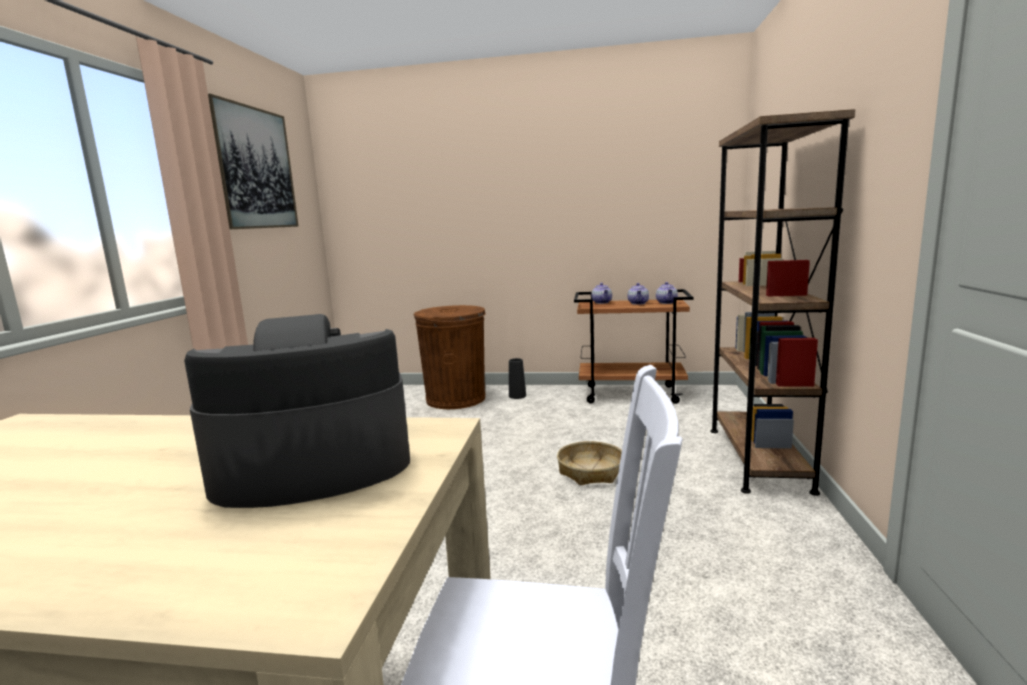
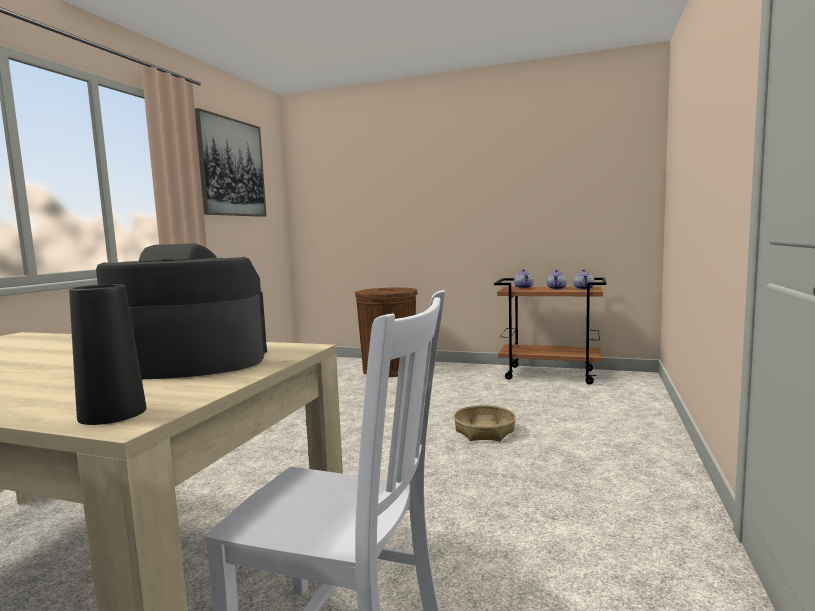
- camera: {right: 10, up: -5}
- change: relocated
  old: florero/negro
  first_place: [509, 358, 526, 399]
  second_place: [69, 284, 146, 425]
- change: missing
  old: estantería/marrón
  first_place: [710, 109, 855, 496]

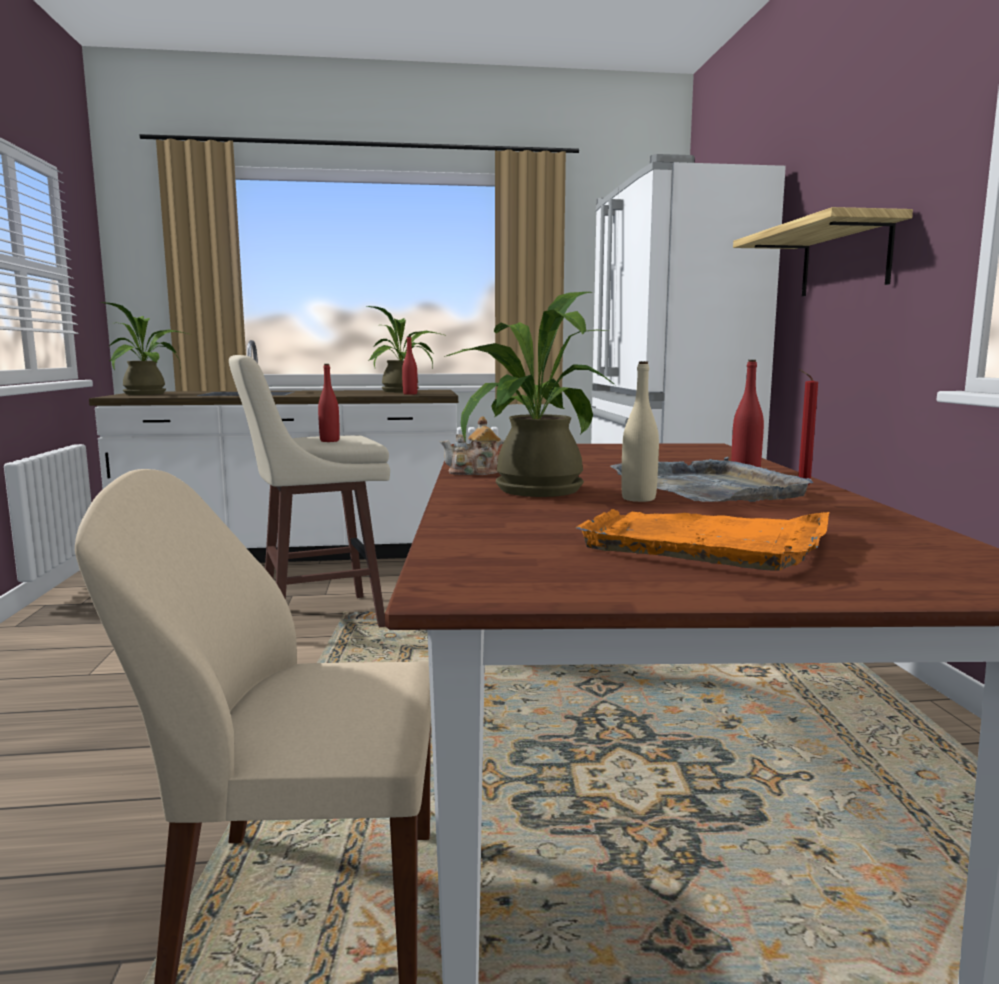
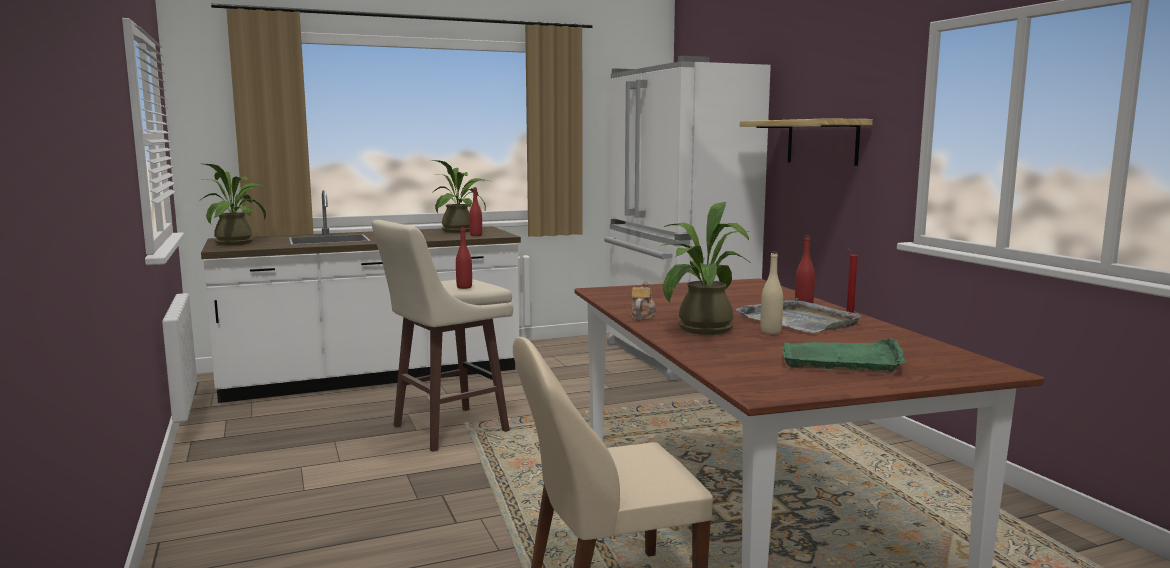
- camera: {right: -15, up: 0}
- change: spun
  old: tetera
  first_place: [440, 416, 505, 475]
  second_place: [629, 281, 656, 320]
  degrees: 135
- change: colour
  old: bandeja/naranja
  new: bandeja/verde
  first_place: [575, 509, 829, 571]
  second_place: [783, 338, 905, 373]

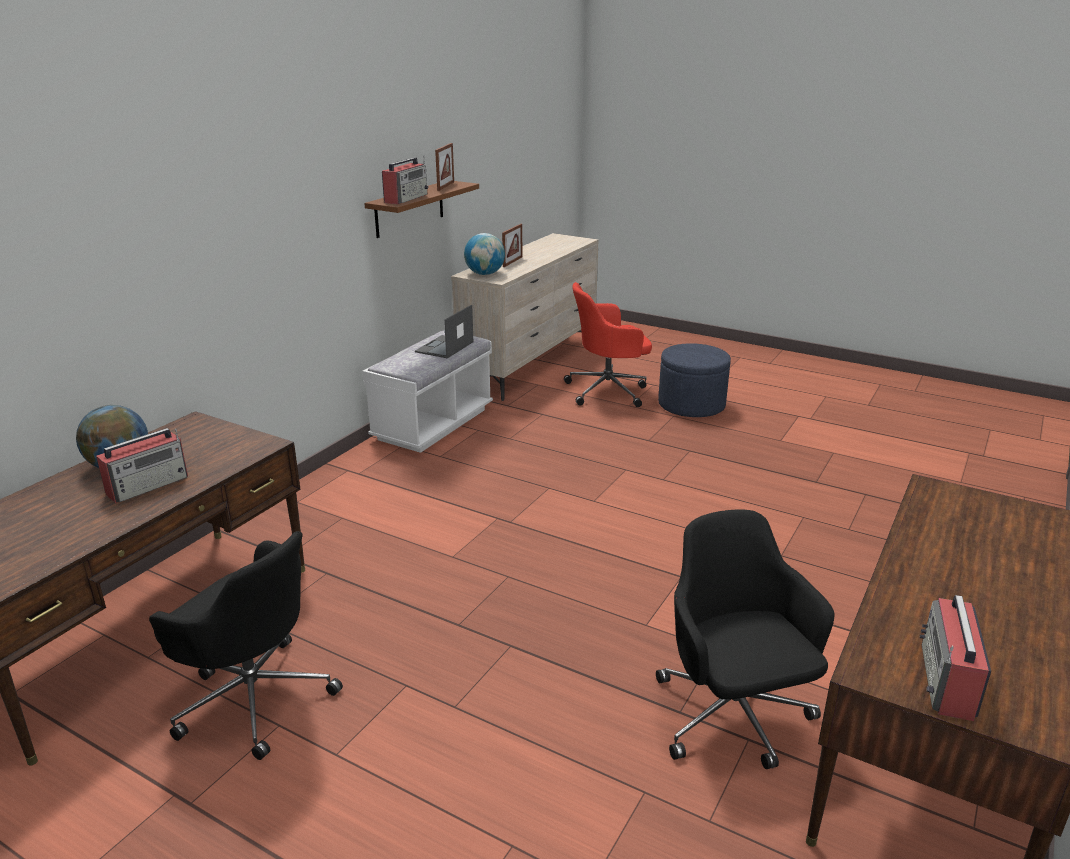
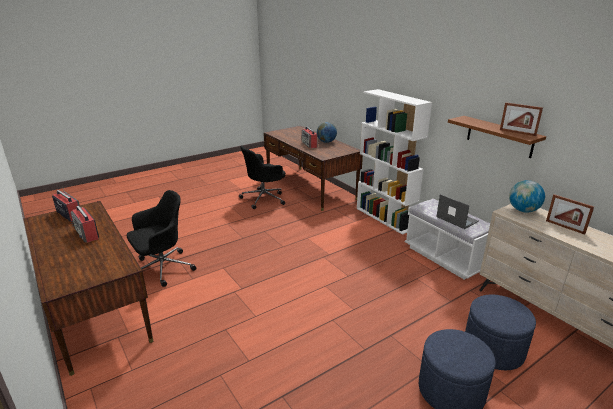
- camera: {right: 115, up: 0}
- change: relocated
  old: radio
  first_place: [382, 155, 428, 205]
  second_place: [71, 206, 99, 243]
- change: exchanged
  old: silla de oficina/rojo
  new: puf/azul
  first_place: [564, 282, 652, 407]
  second_place: [465, 294, 536, 370]
- change: spun
  old: silla de oficina/negro
  first_place: [656, 509, 834, 769]
  second_place: [127, 190, 196, 287]
  degrees: -45
- change: appeared
  new: estantería/blanco
  second_place: [357, 89, 432, 235]

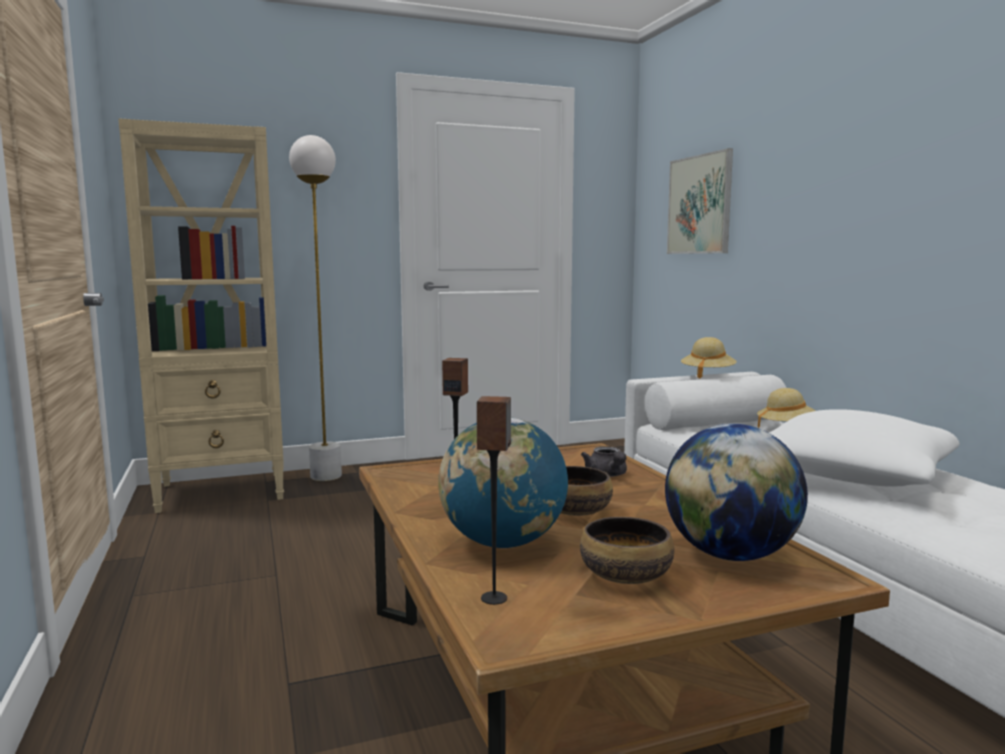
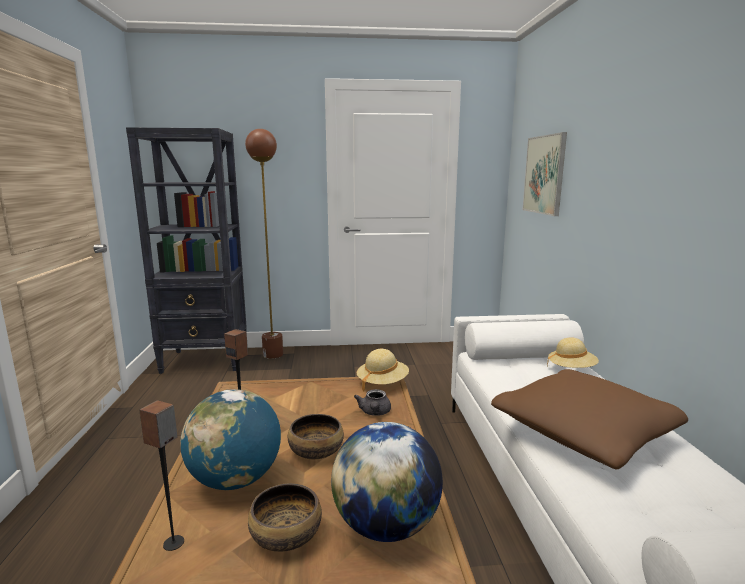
- camera: {right: 15, up: 5}
- change: colour
  old: estantería/beis
  new: estantería/negro
  first_place: [118, 118, 284, 513]
  second_place: [126, 127, 247, 374]
- change: colour
  old: lámpara de pie/blanco
  new: lámpara de pie/marrón
  first_place: [289, 135, 342, 481]
  second_place: [245, 129, 283, 359]
- change: relocated
  old: sombrero/beis
  first_place: [681, 337, 737, 379]
  second_place: [357, 349, 409, 391]
- change: colour
  old: cojín/blanco
  new: cojín/marrón
  first_place: [769, 409, 959, 487]
  second_place: [491, 369, 688, 469]

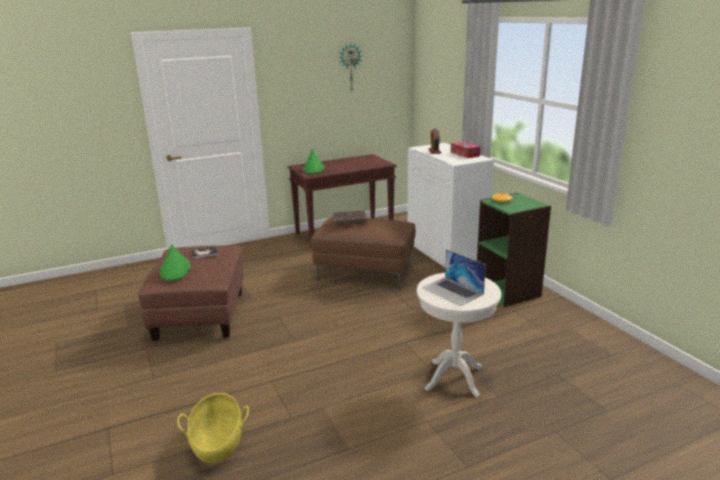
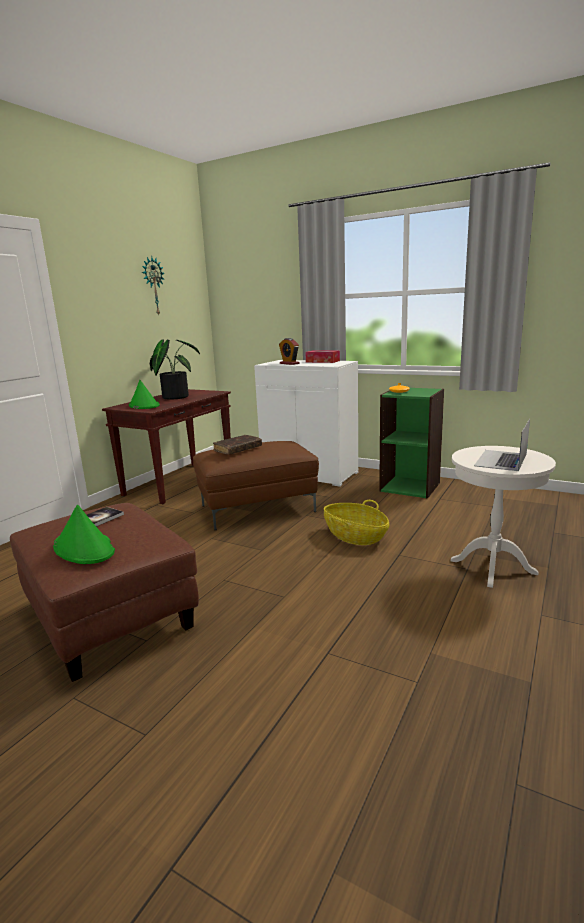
- camera: {right: -35, up: -5}
- change: relocated
  old: cesta
  first_place: [177, 393, 249, 463]
  second_place: [324, 500, 389, 545]
- change: spun
  old: portátil
  first_place: [422, 249, 486, 306]
  second_place: [474, 419, 530, 471]
  degrees: 105
- change: appeared
  new: planta en maceta
  second_place: [150, 339, 200, 400]

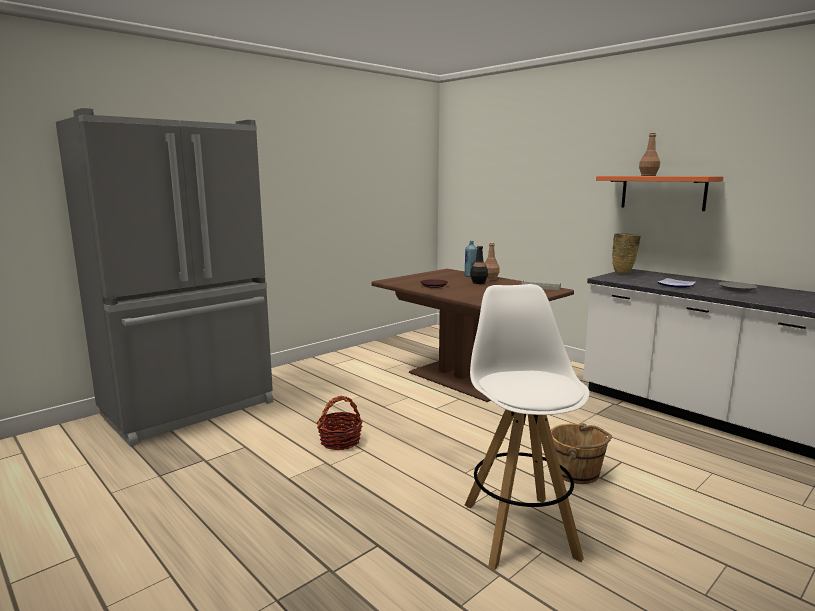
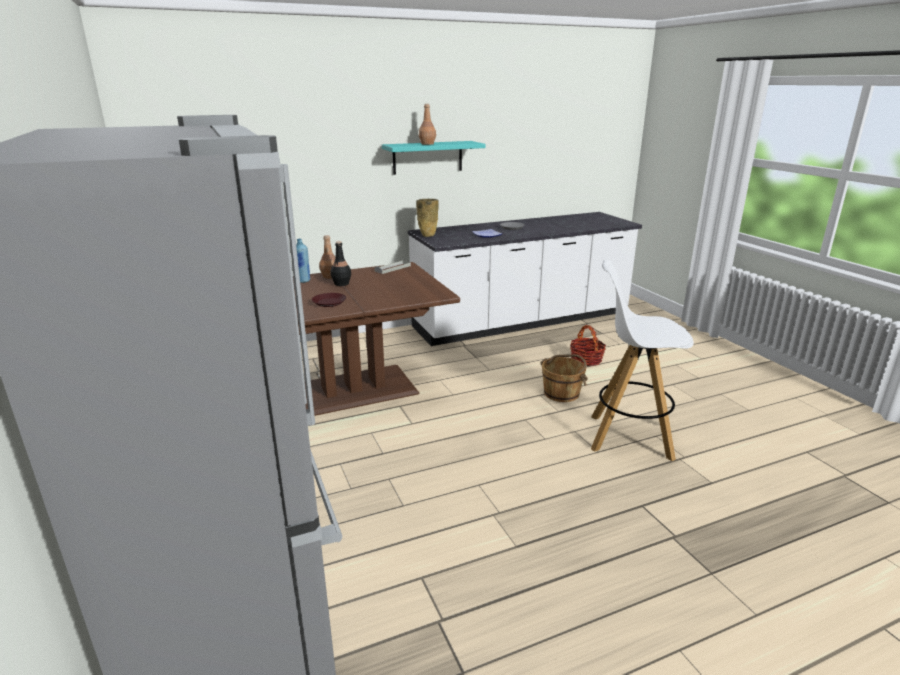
- camera: {right: -70, up: 10}
- change: relocated
  old: cesta
  first_place: [316, 396, 363, 450]
  second_place: [570, 325, 606, 366]
- change: colour
  old: estante/naranja
  new: estante/turquesa
  first_place: [596, 176, 723, 211]
  second_place: [382, 141, 486, 175]

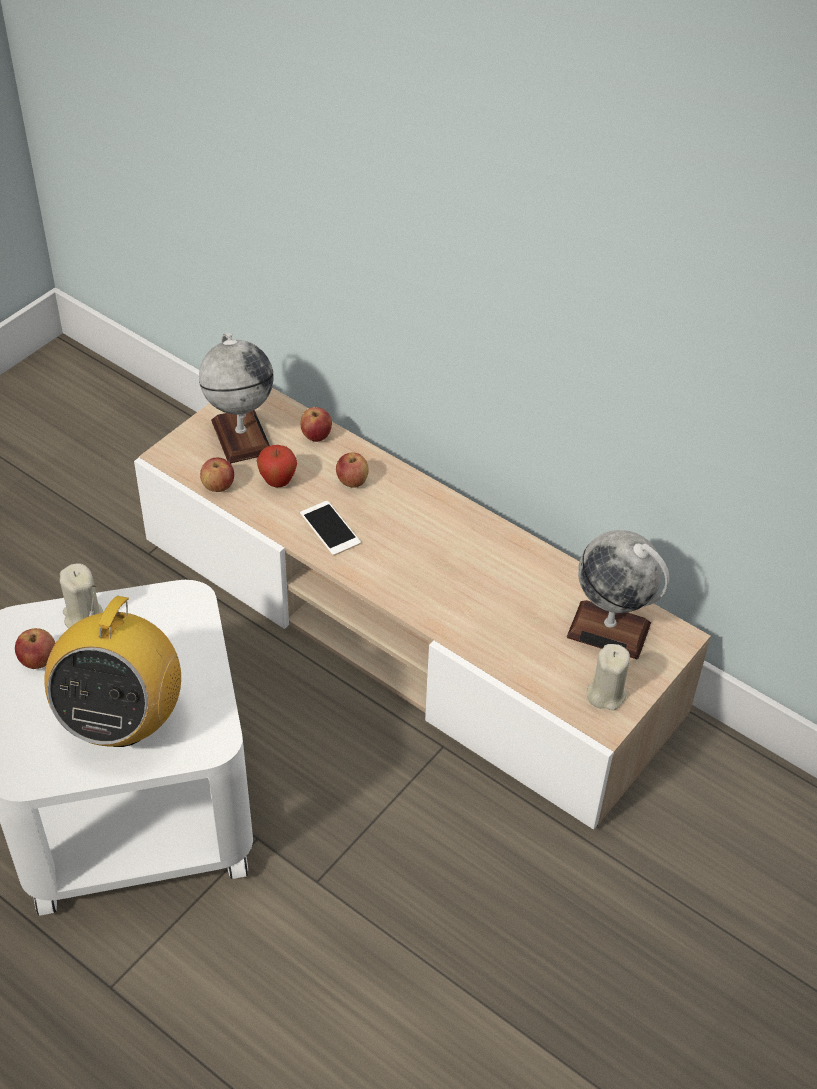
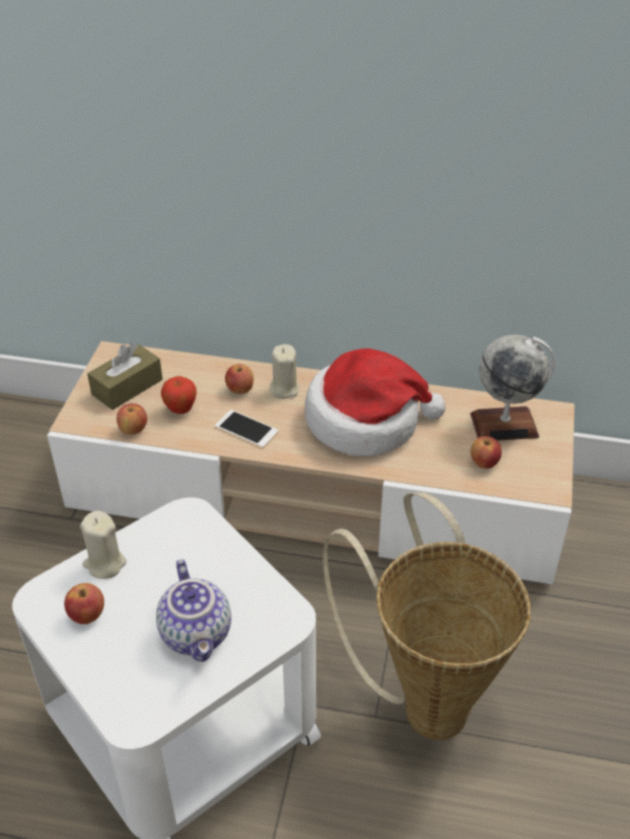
- camera: {right: -25, up: -5}
- change: exchanged
  old: radio
  new: tetera
  first_place: [44, 586, 181, 747]
  second_place: [156, 559, 231, 662]
- change: exchanged
  old: globo terráqueo
  new: caja de pañuelos/marrón
  first_place: [199, 333, 274, 464]
  second_place: [87, 343, 163, 410]
- change: relocated
  old: manzana
  first_place: [301, 407, 332, 442]
  second_place: [470, 436, 502, 469]
- change: relocated
  old: vela/beis
  first_place: [587, 644, 630, 710]
  second_place: [270, 344, 299, 399]
- change: appeared
  new: sombrero
  second_place: [305, 348, 446, 456]
- change: appeared
  new: cesta
  second_place: [323, 492, 531, 740]

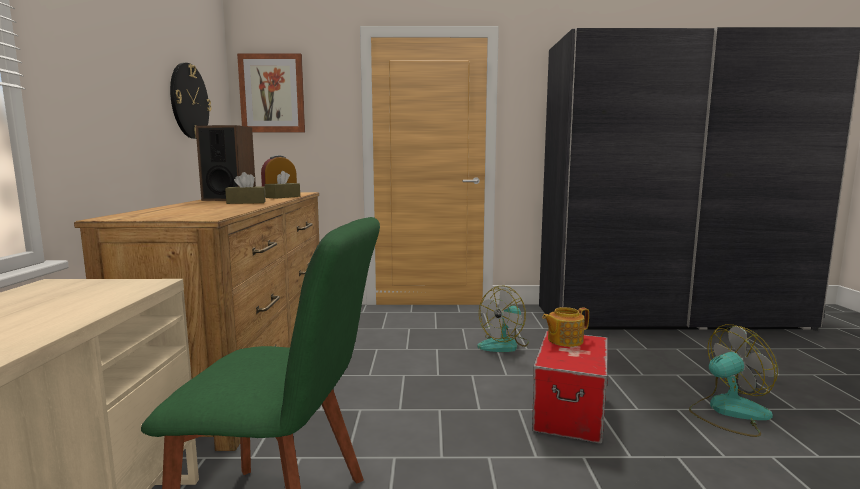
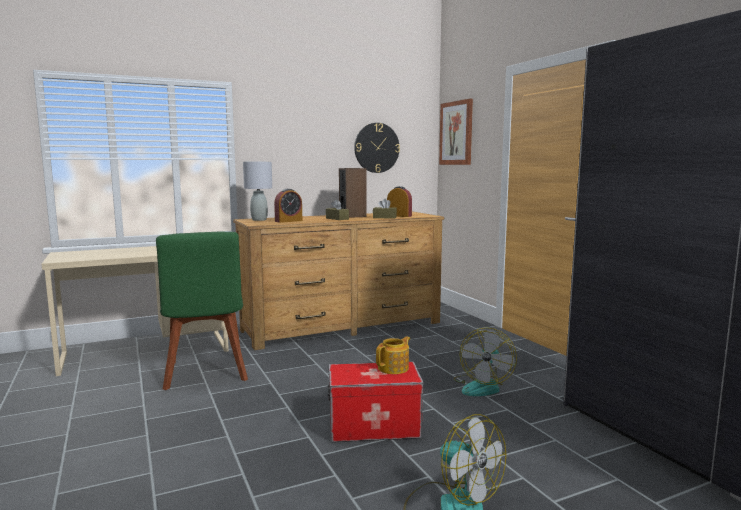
- camera: {right: 65, up: 0}
- change: spun
  old: ventilador
  first_place: [477, 286, 529, 352]
  second_place: [454, 328, 517, 396]
  degrees: -90
- change: spun
  old: tetera
  first_place: [542, 307, 589, 347]
  second_place: [376, 336, 410, 374]
  degrees: 90
- change: appeared
  new: lámpara de mesa/gris
  second_place: [243, 162, 272, 221]
- change: appeared
  new: despertador
  second_place: [274, 189, 302, 223]

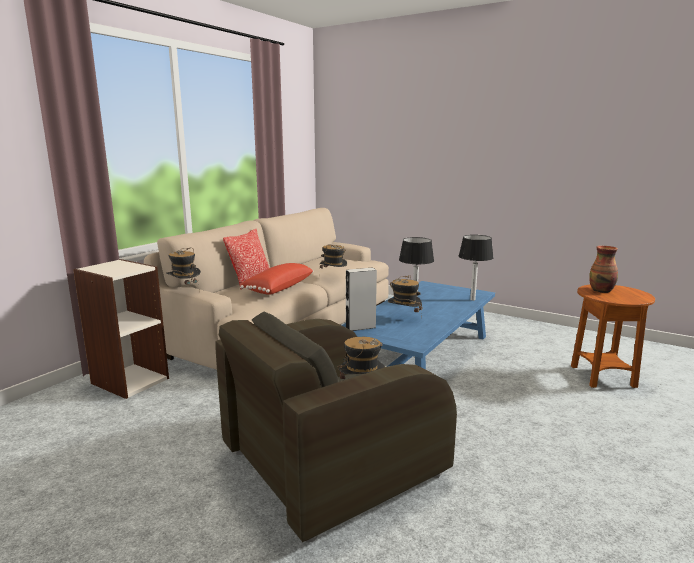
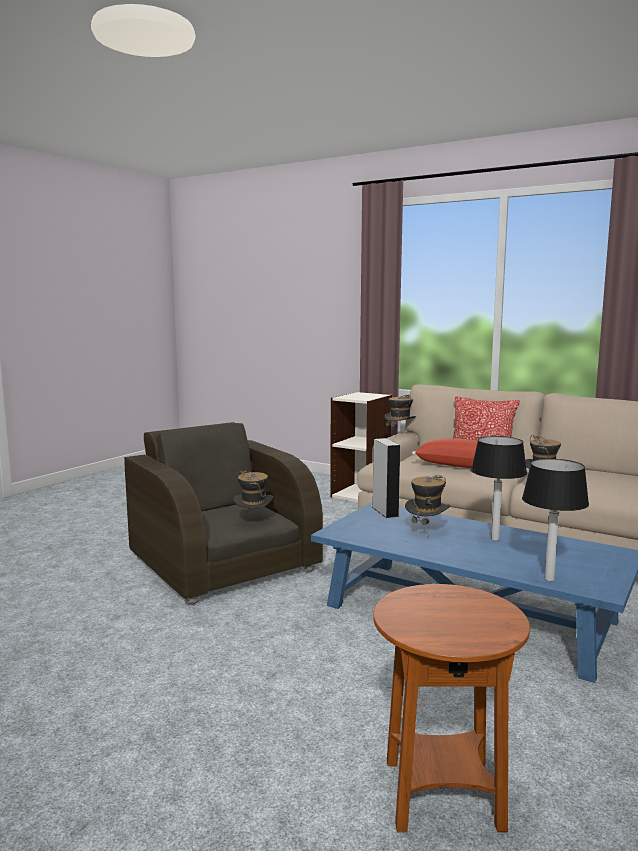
- camera: {right: 90, up: -5}
- change: missing
  old: florero
  first_place: [589, 246, 618, 293]

